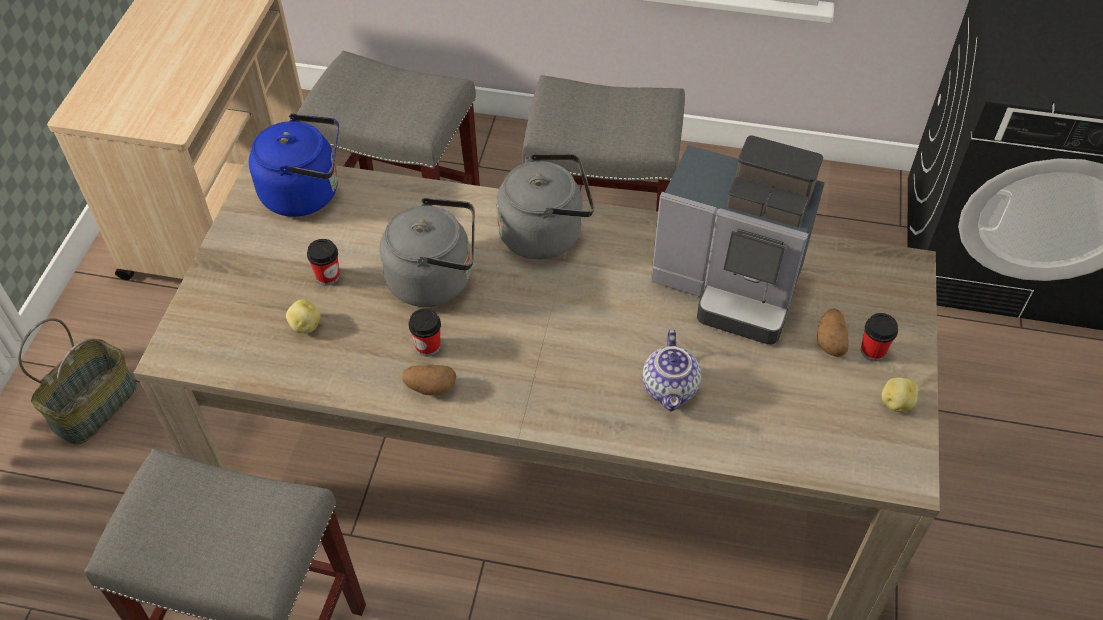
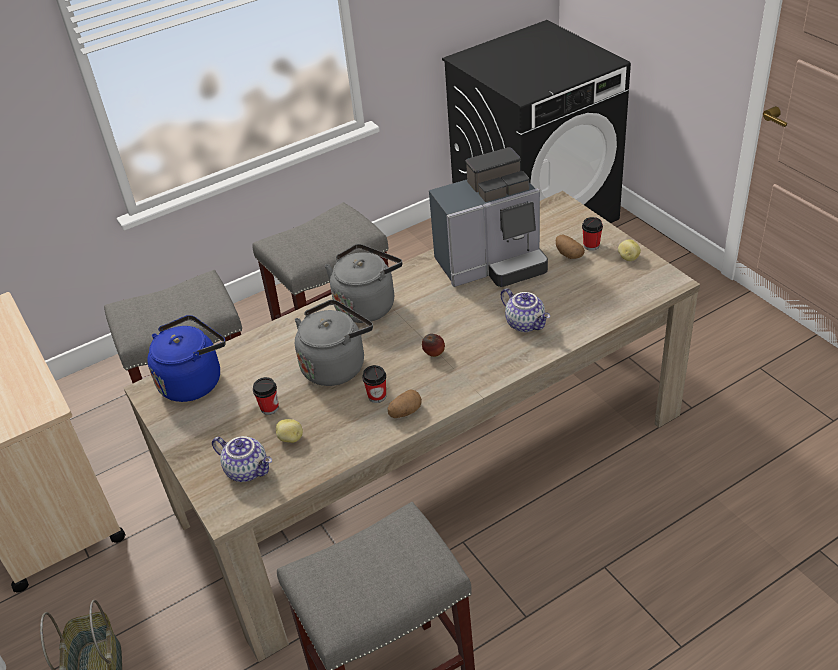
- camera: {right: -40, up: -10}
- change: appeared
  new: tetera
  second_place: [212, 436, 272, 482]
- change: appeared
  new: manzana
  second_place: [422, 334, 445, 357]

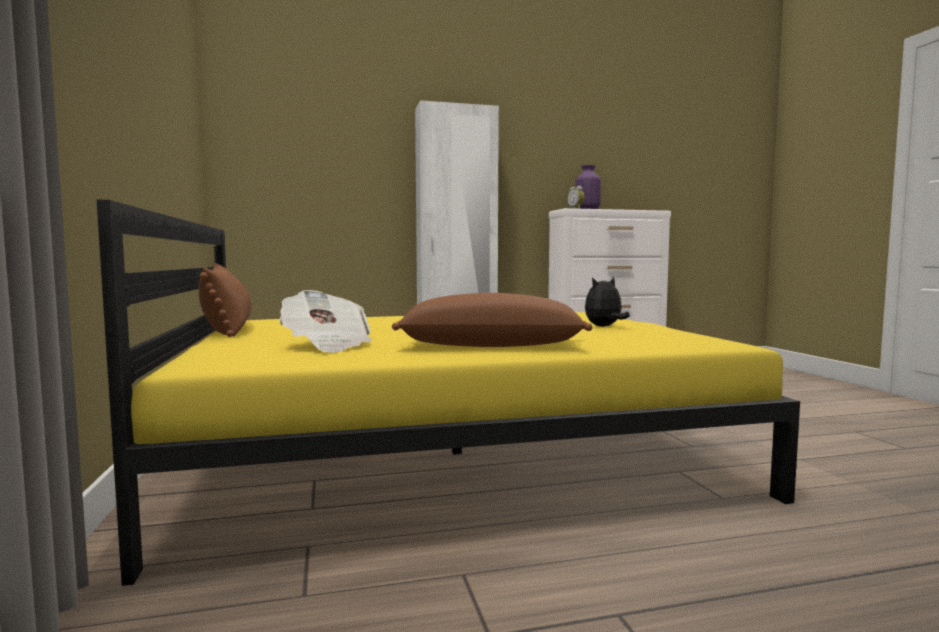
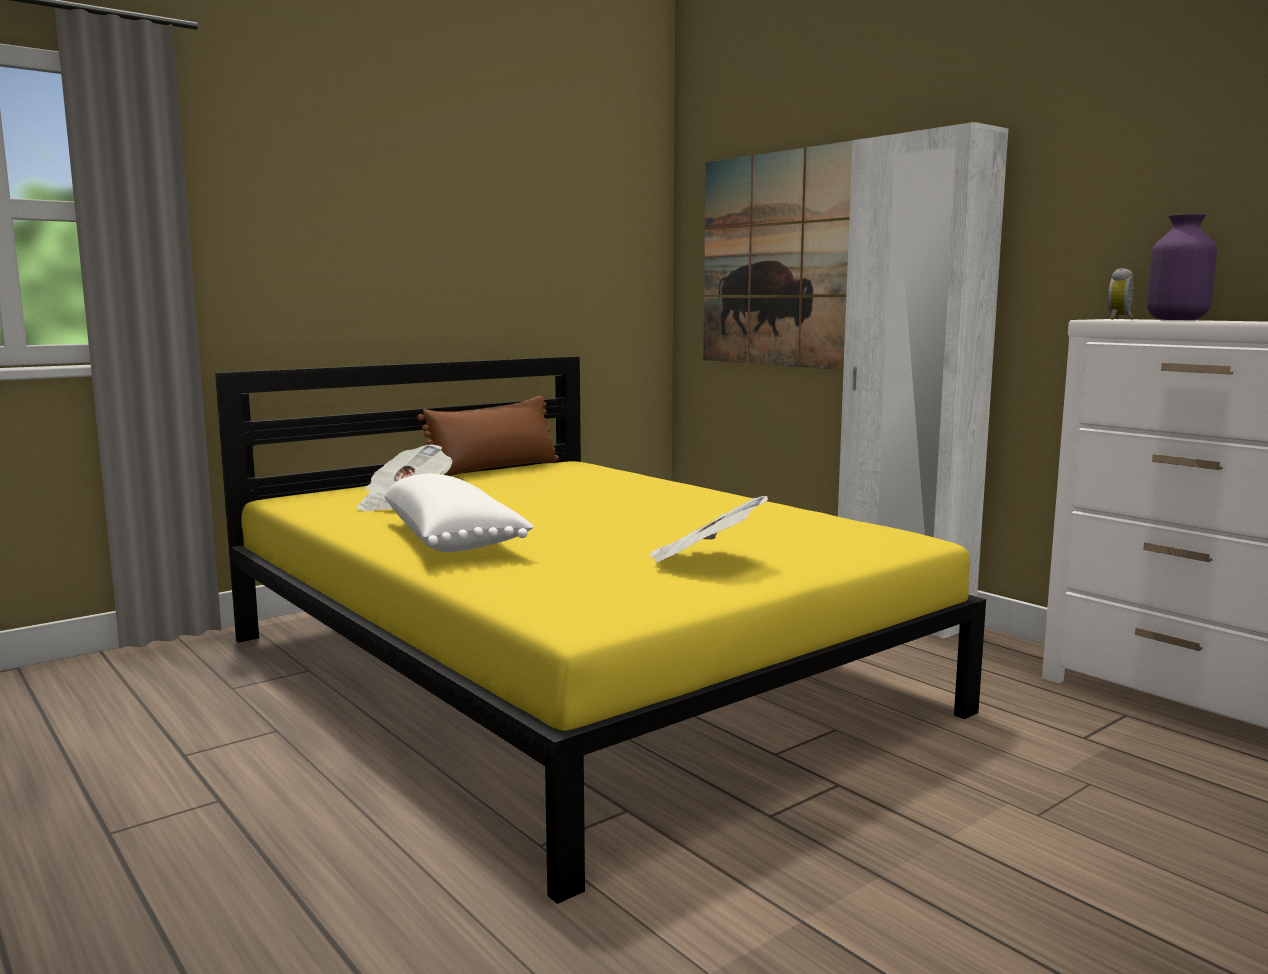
- camera: {right: 65, up: 5}
- change: colour
  old: cojín/marrón
  new: cojín/blanco
  first_place: [392, 293, 592, 347]
  second_place: [384, 474, 534, 552]
- change: exchanged
  old: peluche
  new: periódico
  first_place: [585, 277, 630, 327]
  second_place: [650, 496, 768, 563]
- change: appeared
  new: cuadro
  second_place: [703, 140, 852, 370]

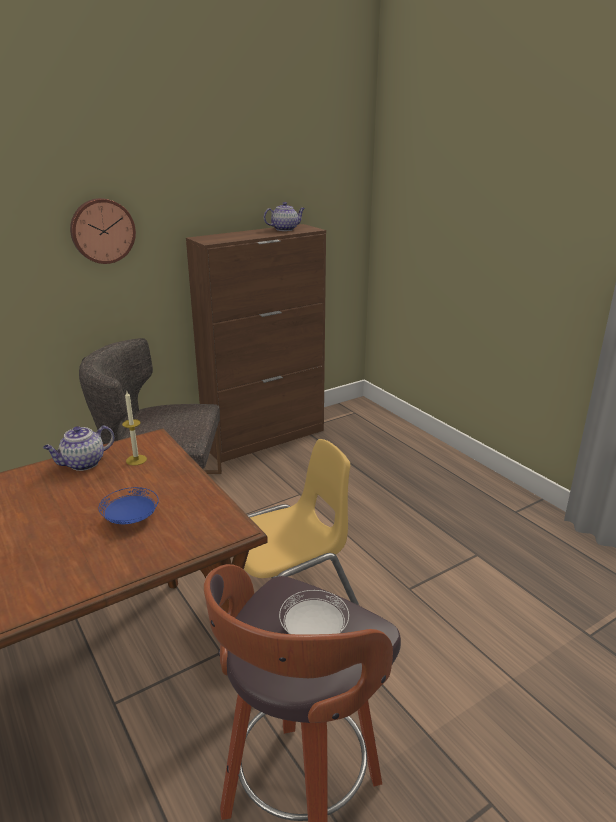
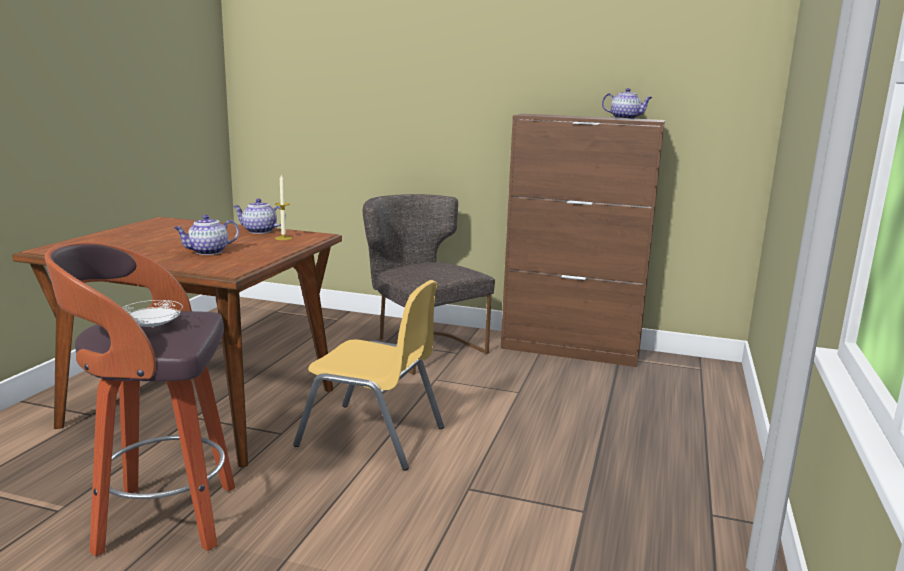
- camera: {right: 50, up: -10}
- change: missing
  old: reloj de pared
  first_place: [70, 198, 136, 264]
- change: exchanged
  old: plato/azul
  new: tetera
  first_place: [99, 487, 159, 524]
  second_place: [174, 215, 239, 255]

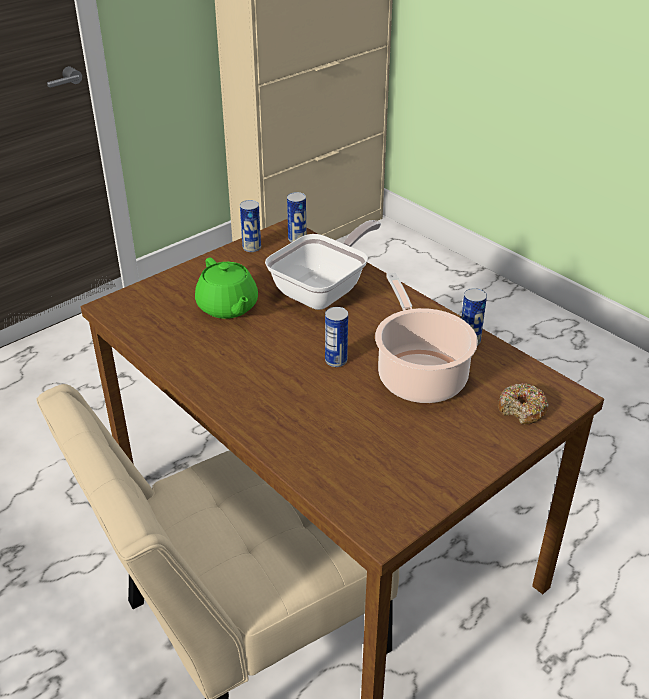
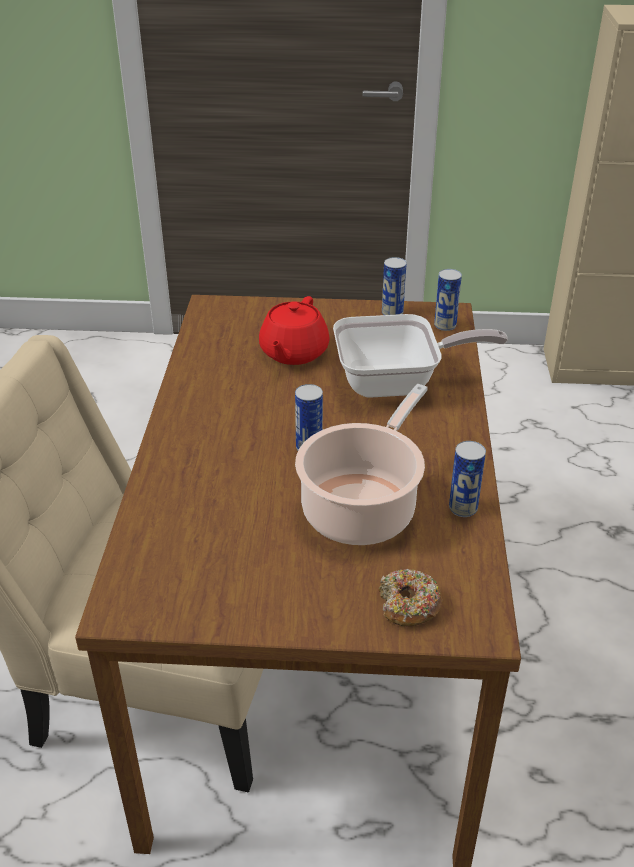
- camera: {right: 45, up: 0}
- change: colour
  old: tetera/verde
  new: tetera/rojo
  first_place: [195, 257, 258, 319]
  second_place: [259, 296, 330, 365]

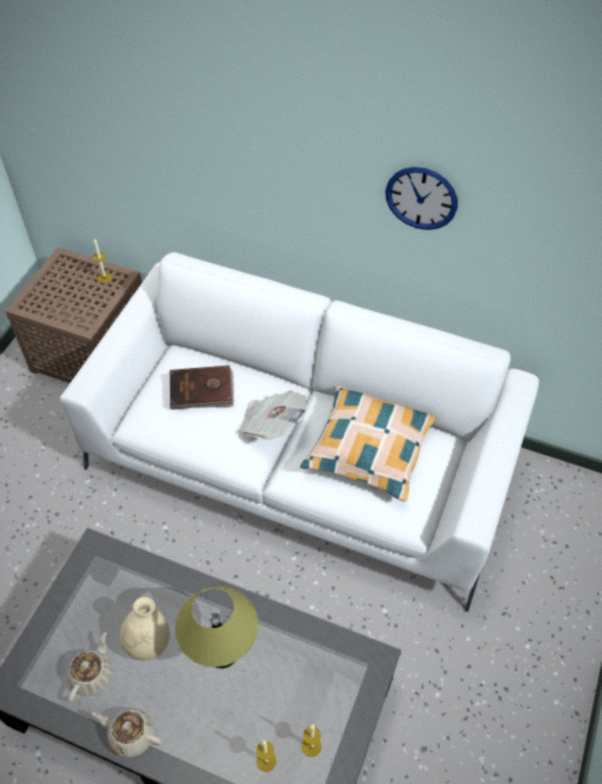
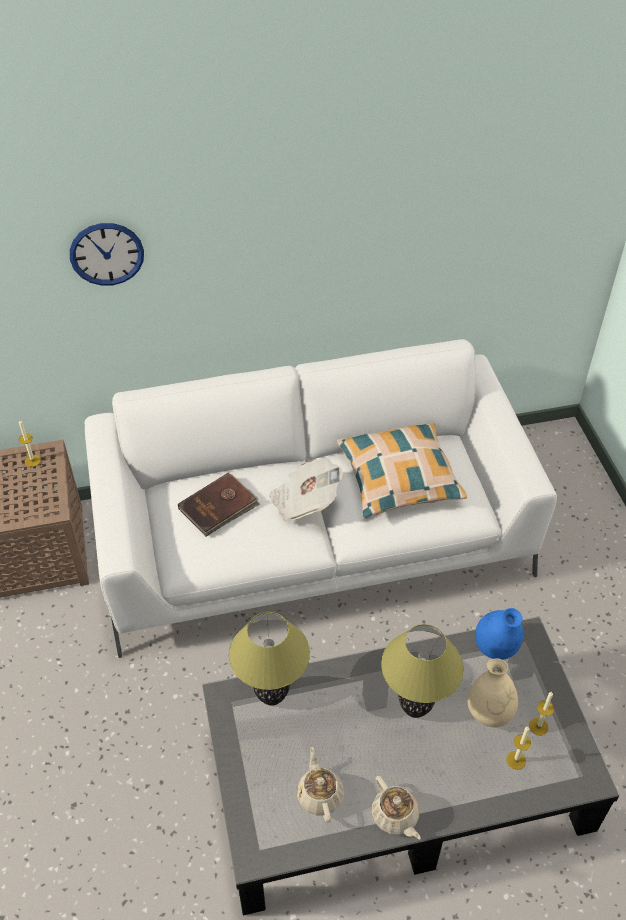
- camera: {right: -35, up: -5}
- change: spun
  old: tetera/beis
  first_place: [92, 708, 162, 758]
  second_place: [372, 776, 421, 839]
  degrees: -105
- change: relocated
  old: florero/beis
  first_place: [120, 597, 170, 661]
  second_place: [468, 658, 518, 727]
- change: relocated
  old: reloj de pared
  first_place: [385, 167, 458, 230]
  second_place: [70, 223, 144, 286]
- change: appeared
  new: lámpara de mesa
  second_place: [229, 612, 310, 706]
- change: appeared
  new: florero/azul
  second_place: [475, 608, 523, 660]

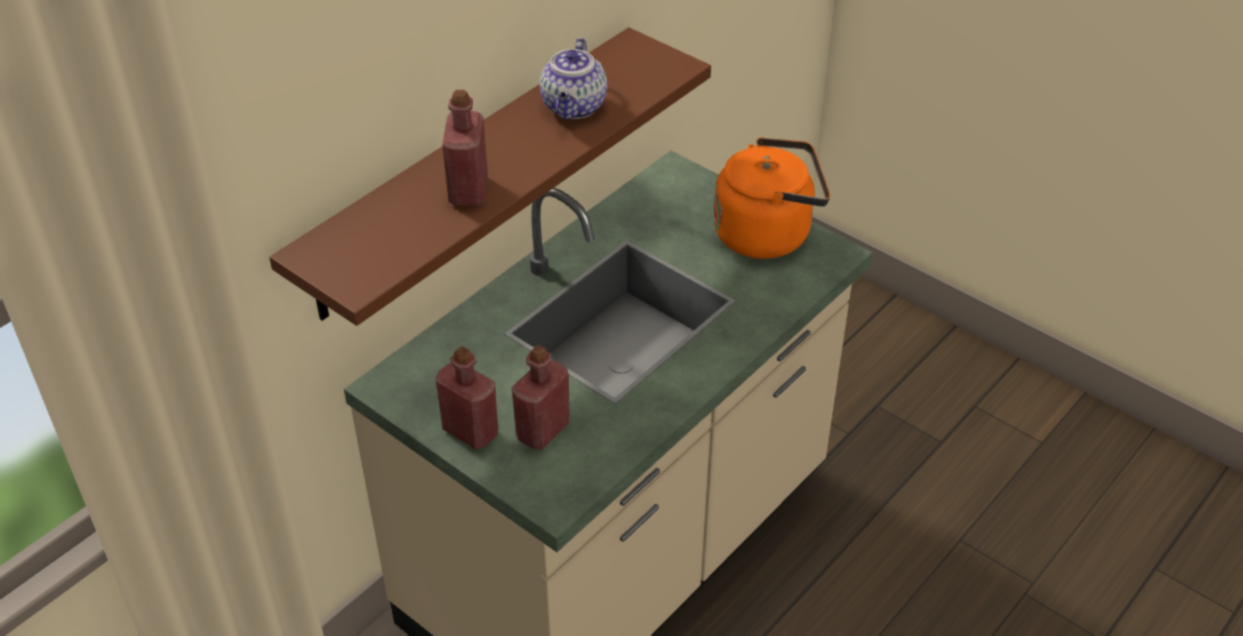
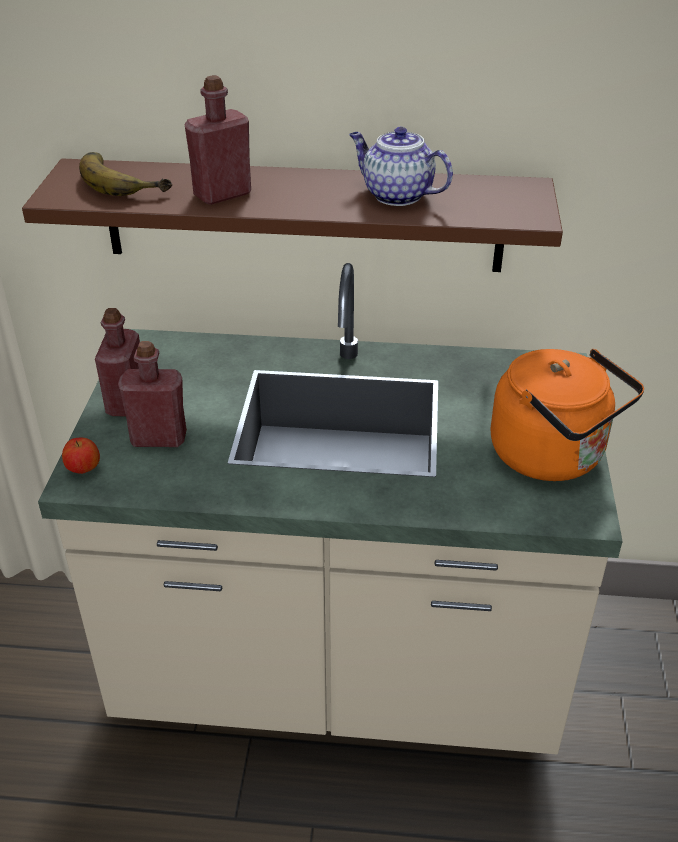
- camera: {right: 55, up: -5}
- change: spun
  old: tetera
  first_place: [540, 38, 608, 119]
  second_place: [349, 127, 453, 206]
  degrees: 60
- change: appeared
  new: manzana
  second_place: [62, 438, 100, 474]
- change: appeared
  new: plátano
  second_place: [79, 152, 172, 196]

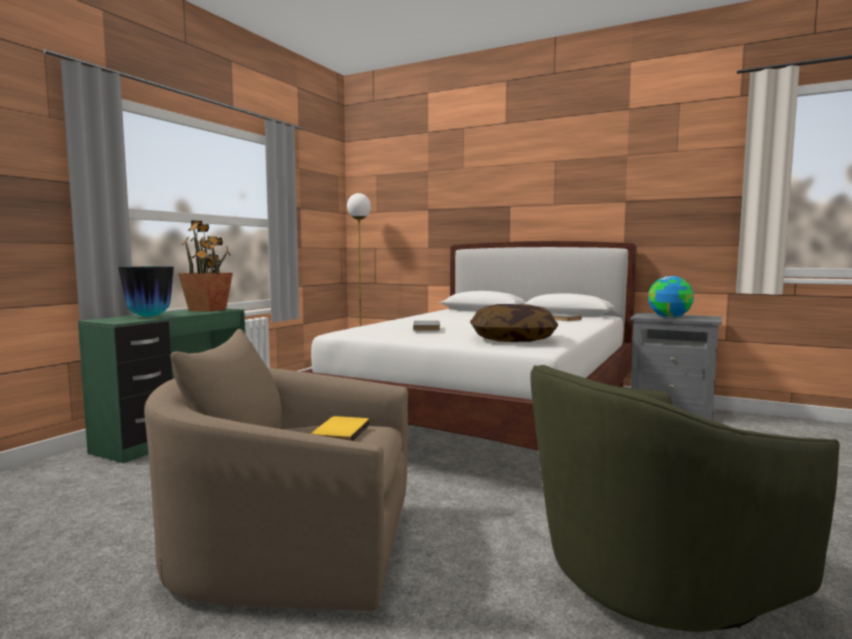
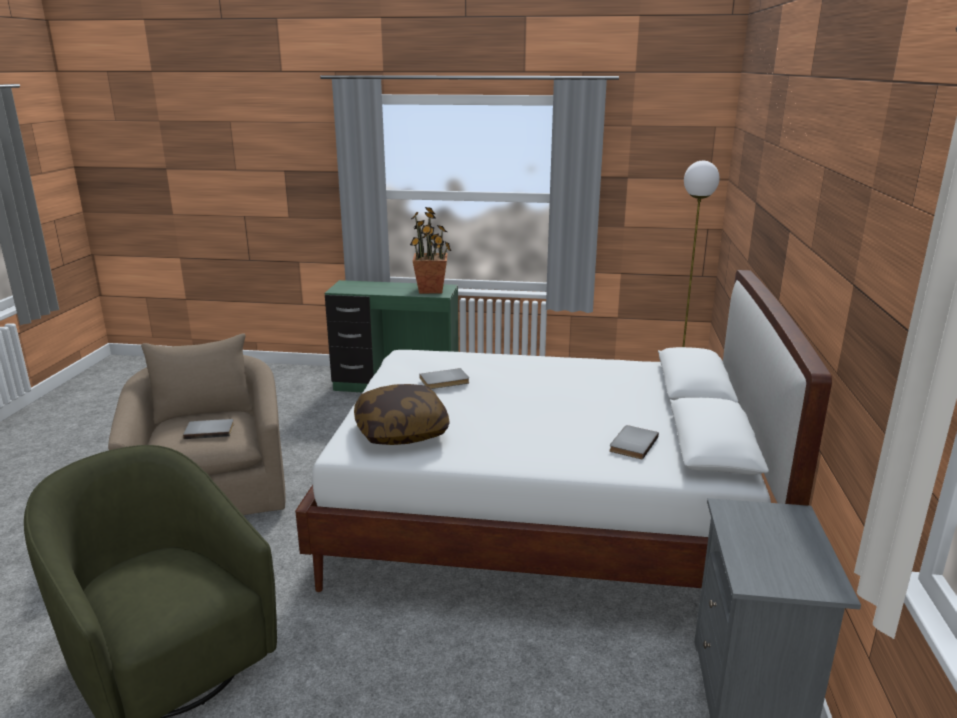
- camera: {right: 70, up: 15}
- change: missing
  old: florero
  first_place: [118, 267, 174, 317]
- change: colour
  old: libro/amarillo
  new: libro/gris
  first_place: [311, 416, 370, 441]
  second_place: [183, 419, 234, 439]
- change: missing
  old: globo terráqueo
  first_place: [648, 276, 694, 318]

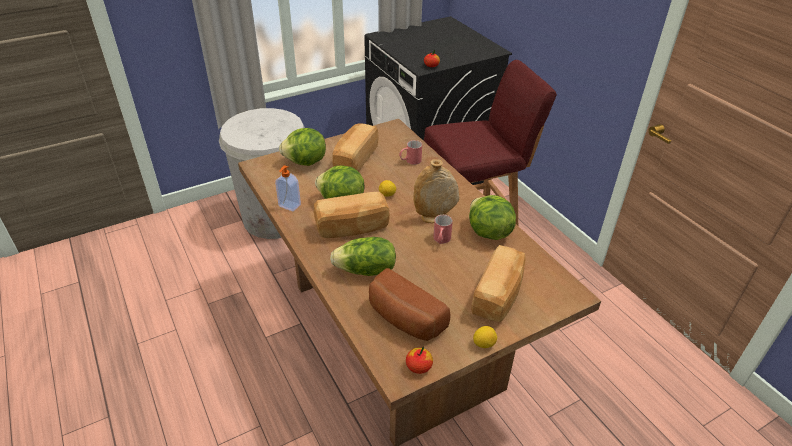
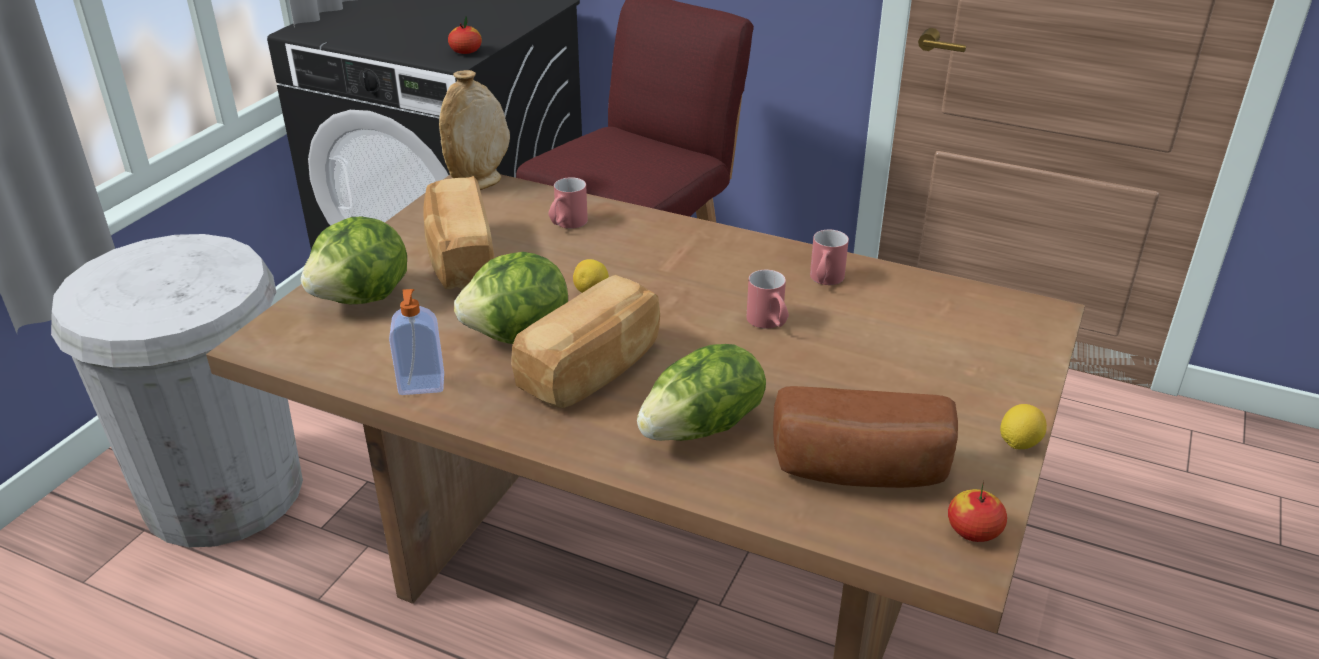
- camera: {right: -35, up: -5}
- change: relocated
  old: florero/beis
  first_place: [413, 159, 459, 223]
  second_place: [439, 70, 510, 190]
- change: exchanged
  old: lechuga
  new: taza grande/rojo
  first_place: [469, 195, 516, 240]
  second_place: [810, 230, 849, 285]
- change: missing
  old: pan
  first_place: [472, 245, 526, 322]

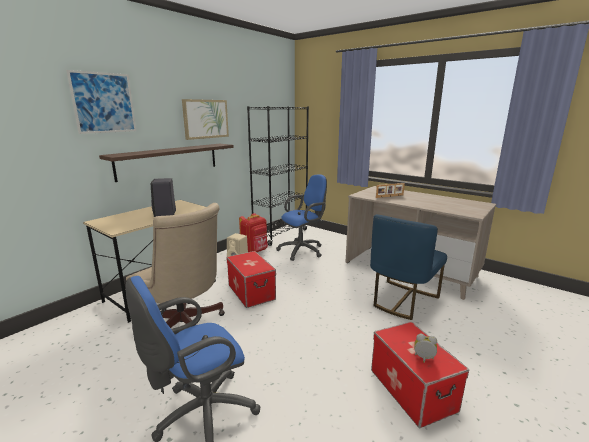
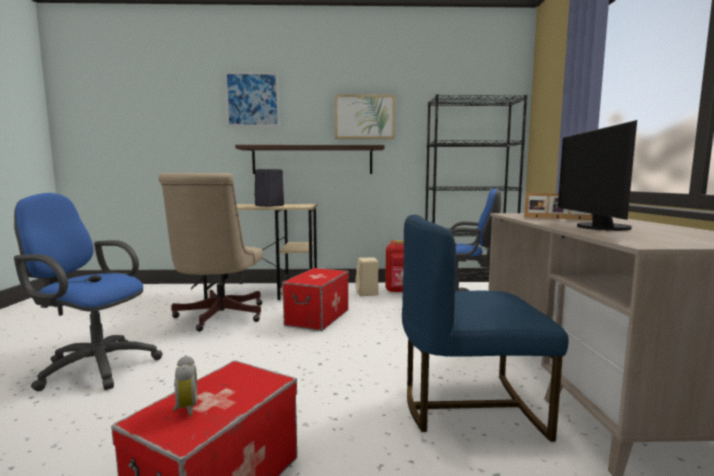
- camera: {right: 50, up: -10}
- change: appeared
  new: monitor
  second_place: [558, 120, 637, 231]

